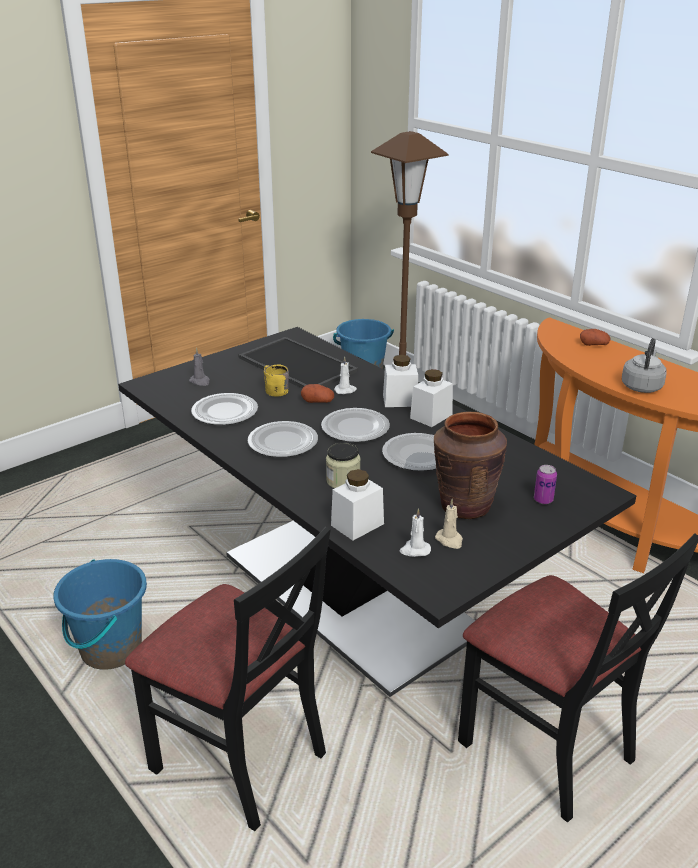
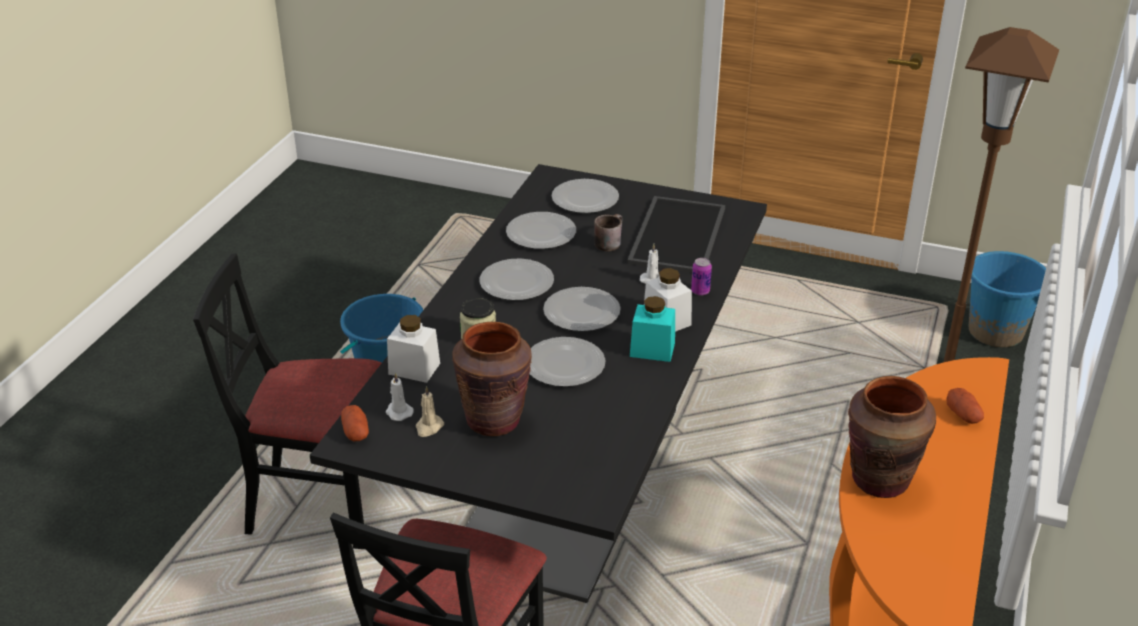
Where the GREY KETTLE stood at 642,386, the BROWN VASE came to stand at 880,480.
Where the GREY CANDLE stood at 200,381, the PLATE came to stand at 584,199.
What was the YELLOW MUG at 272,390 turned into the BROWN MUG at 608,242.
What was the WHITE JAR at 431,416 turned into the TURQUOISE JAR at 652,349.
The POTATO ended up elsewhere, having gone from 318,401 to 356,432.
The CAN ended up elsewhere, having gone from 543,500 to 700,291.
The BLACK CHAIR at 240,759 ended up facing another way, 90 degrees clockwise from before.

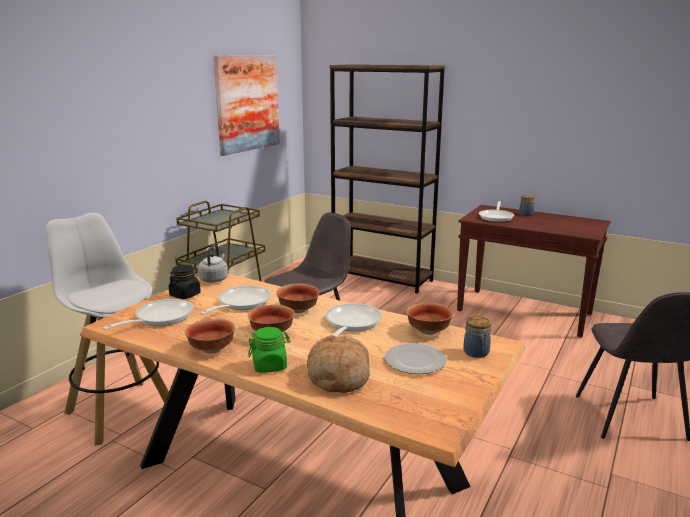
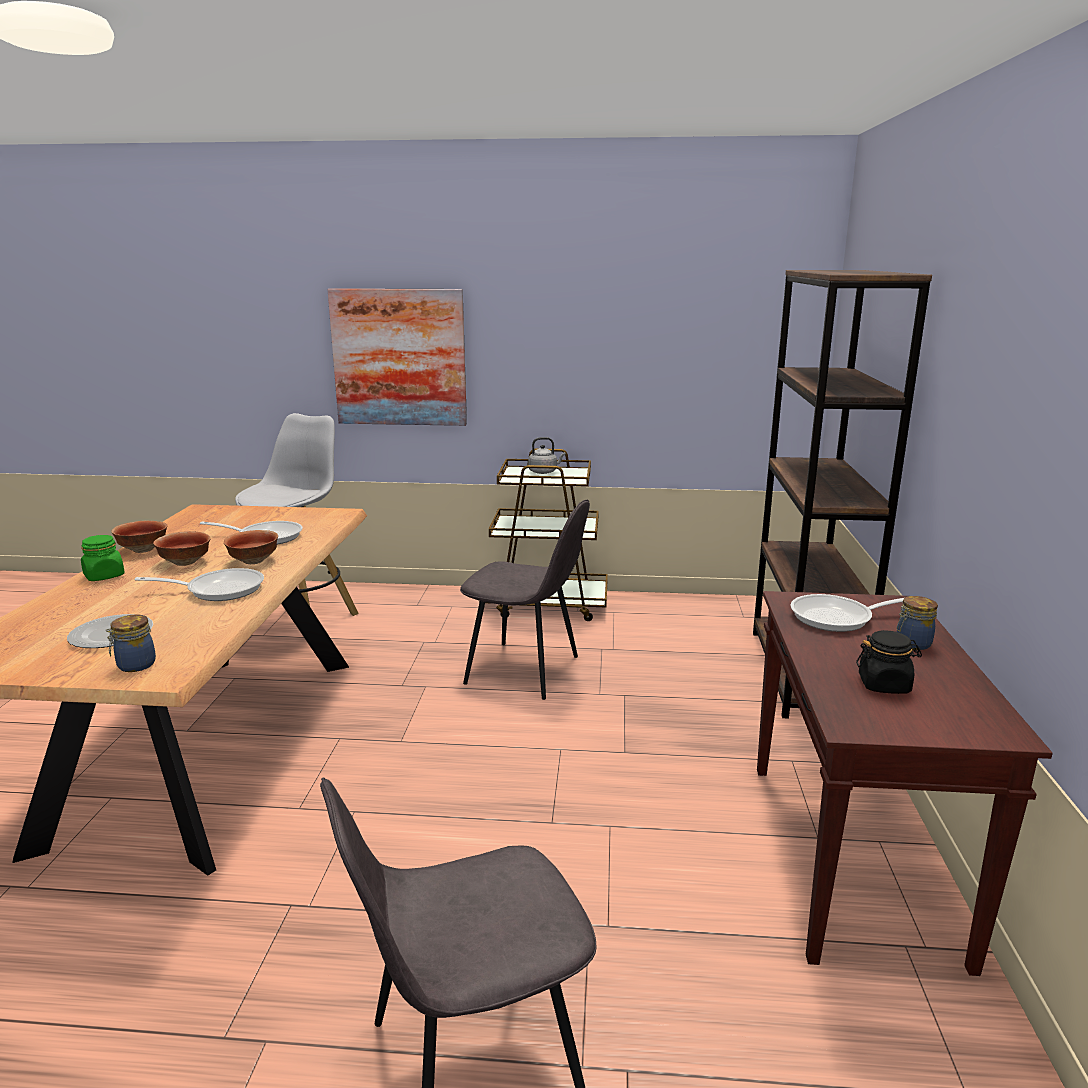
The PICTURE ended up elsewhere, having gone from 247,103 to 399,357.
The GREY KETTLE ended up elsewhere, having gone from 214,279 to 544,472.
The BLACK JAR ended up elsewhere, having gone from 185,295 to 884,685.
The second view lost the FRYING PAN at 159,318.
The second view lost the BOWL at 427,331.
The second view lost the BREAD at 337,376.

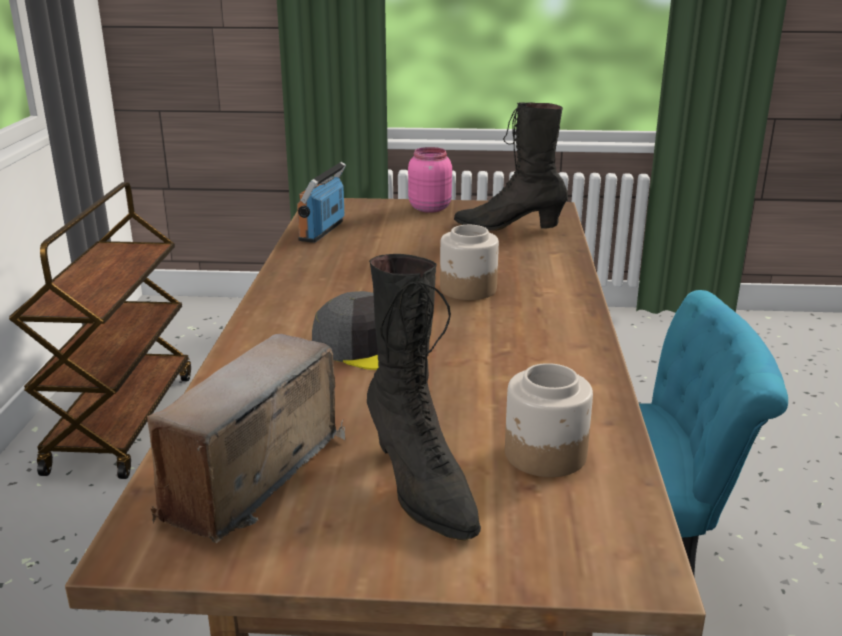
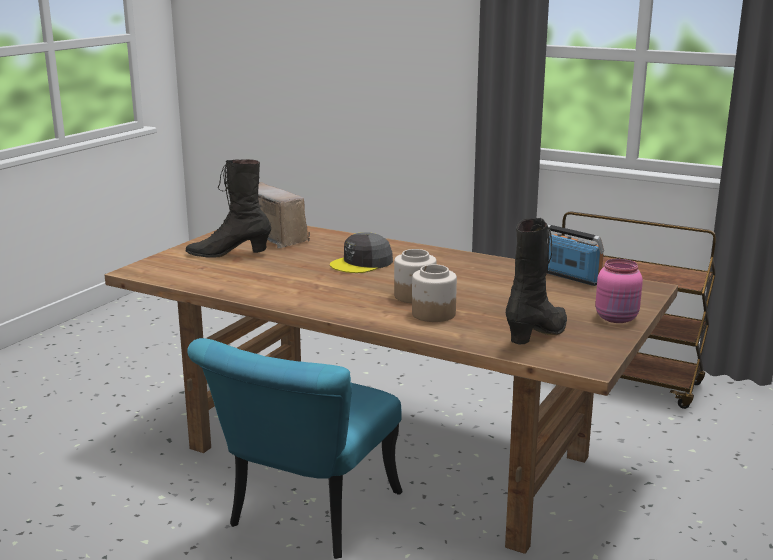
The JAR ended up elsewhere, having gone from 545,455 to 433,314.

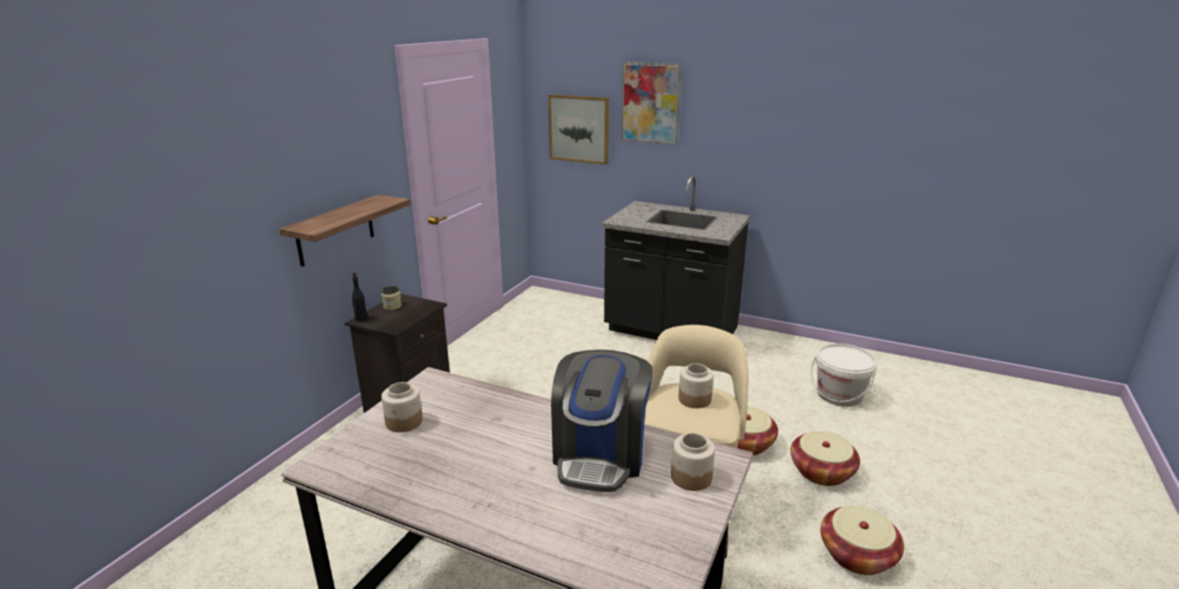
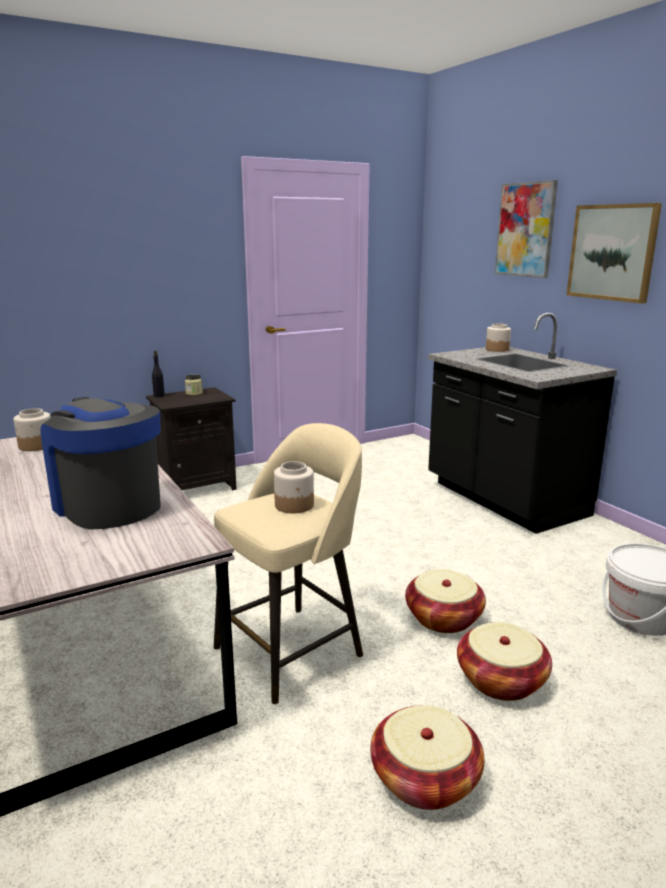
The PICTURE ended up elsewhere, having gone from 579,129 to 612,252.
The second view lost the SHELF at 335,230.
The COFFEE MACHINE at 600,455 ended up facing another way, 90 degrees clockwise from before.
The JAR ended up elsewhere, having gone from 691,477 to 497,349.

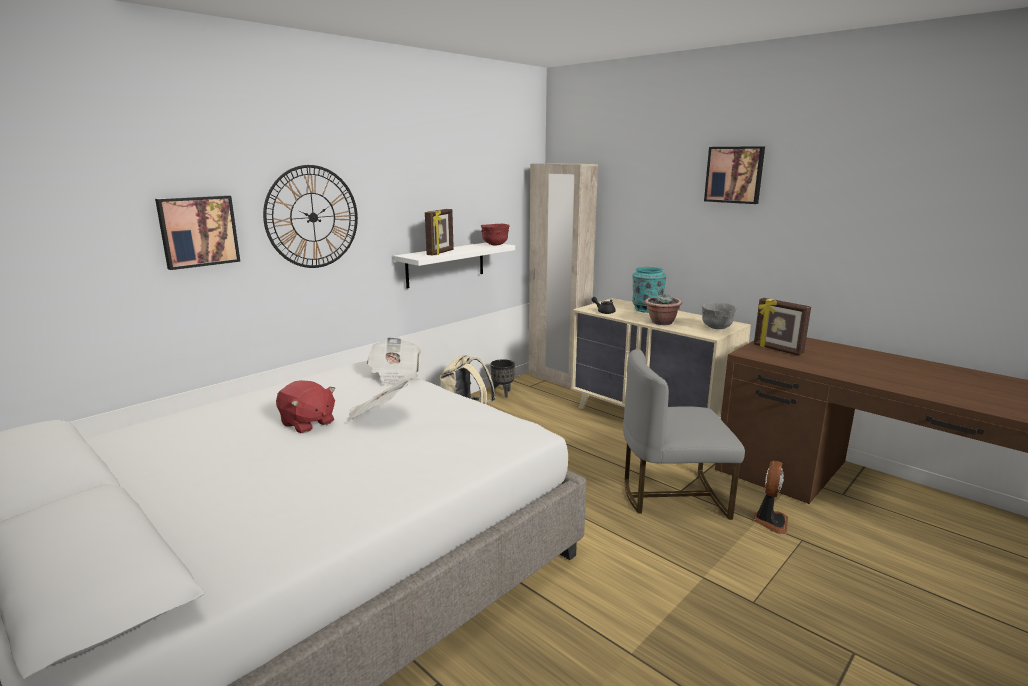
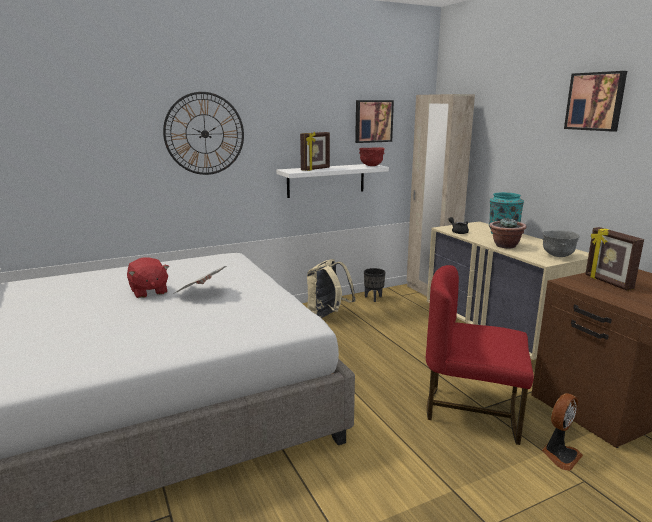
The PICTURE ended up elsewhere, having gone from 198,231 to 373,121.
The second view lost the NEWSPAPER at 395,375.
What was the GREY CHAIR at 672,495 turned into the RED CHAIR at 472,410.

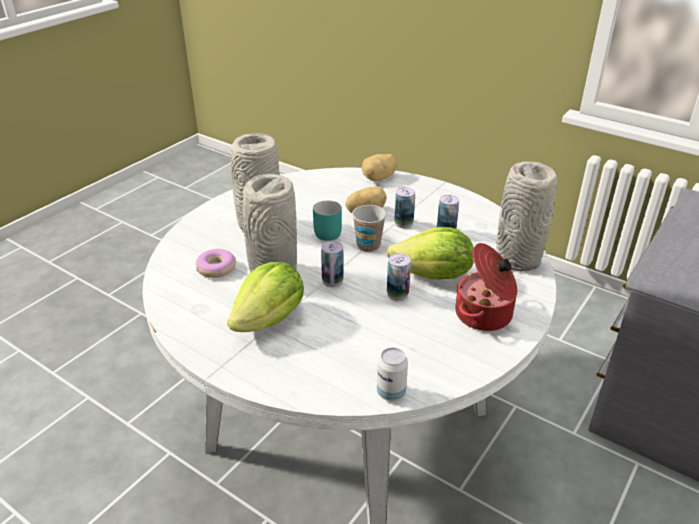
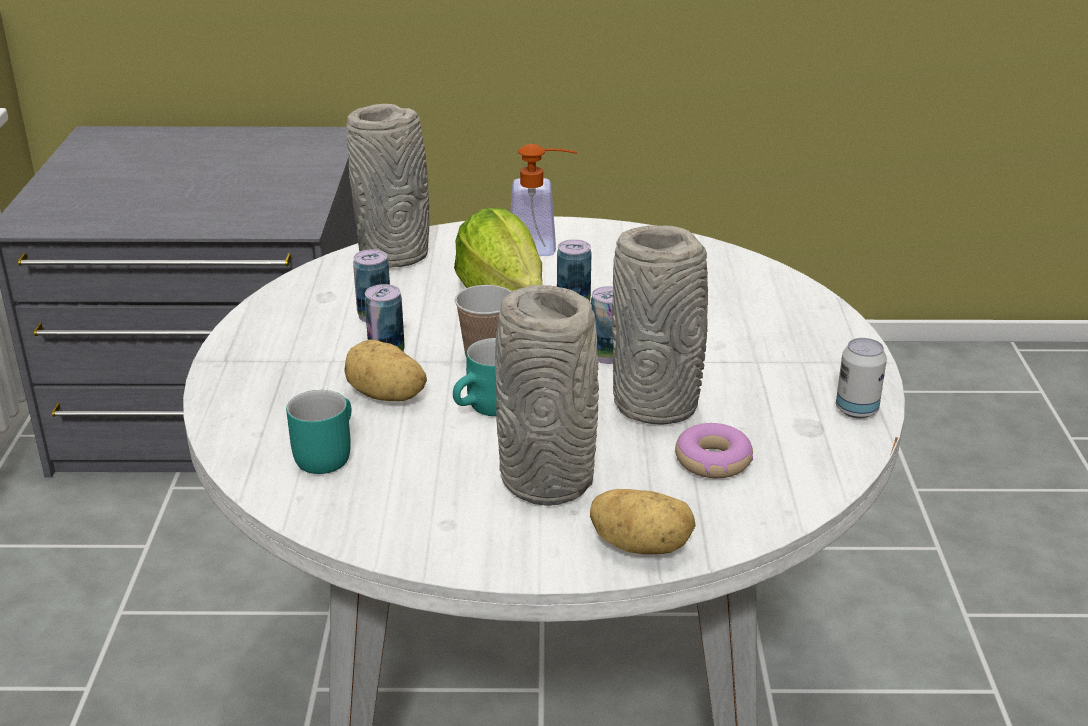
The POTATO ended up elsewhere, having gone from 379,178 to 642,545.
Where the COOKING POT stood at 485,315, the SOAP DISPENSER came to stand at 542,248.
The second view lost the LETTUCE at 270,319.
The CAN ended up elsewhere, having gone from 391,393 to 856,410.
The second view gained the TURQUOISE MUG at 324,454.

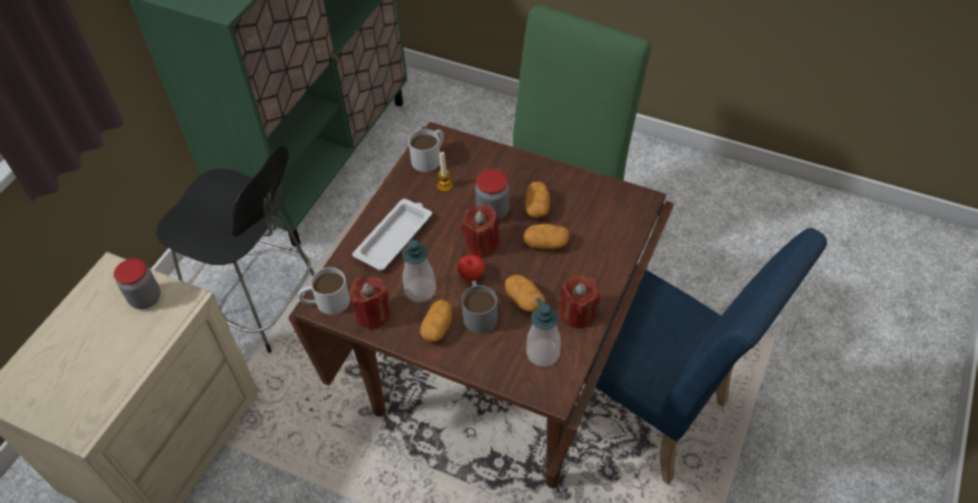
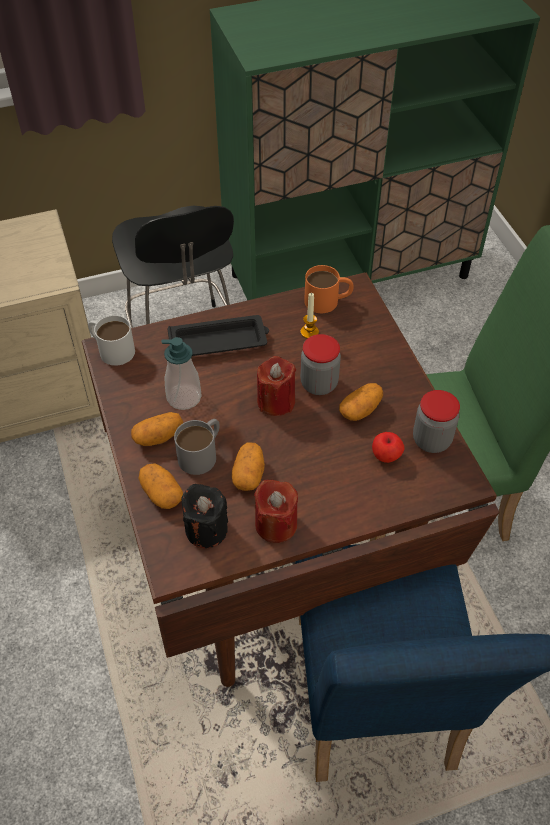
What was the WHITE MUG at 430,157 turned into the ORANGE MUG at 328,301.
What was the WHITE TRAY at 395,237 turned into the BLACK TRAY at 219,341.
The POTATO ended up elsewhere, having gone from 546,244 to 161,494.
The APPLE ended up elsewhere, having gone from 471,275 to 386,456.
The JAR ended up elsewhere, having gone from 146,298 to 431,440.
The second view lost the RED CANDLE at 372,314.
Where the SOAP DISPENSER stood at 543,353, the BLACK CANDLE came to stand at 206,529.

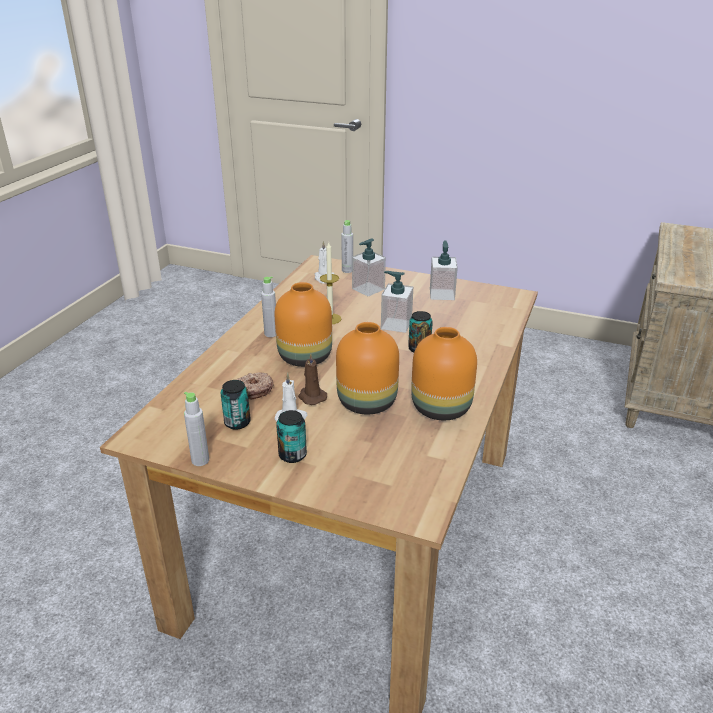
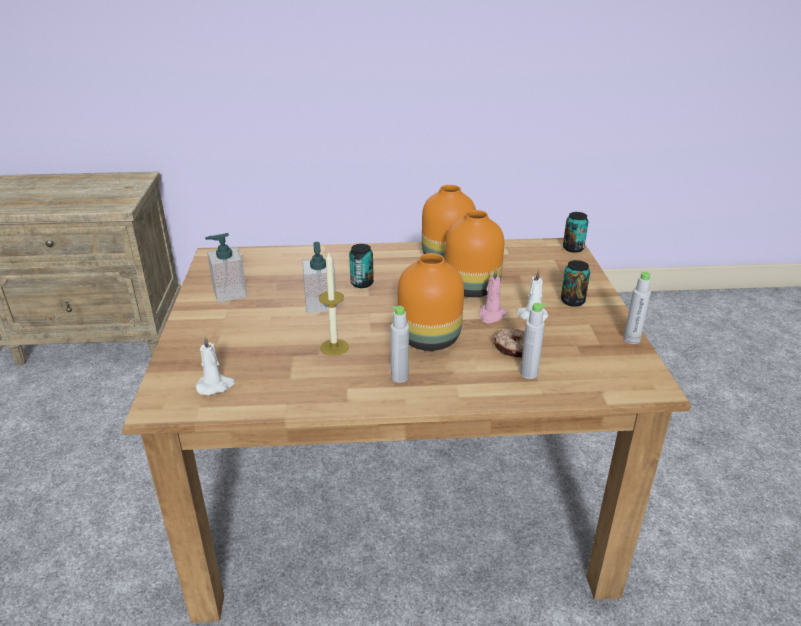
The GREY BOTTLE ended up elsewhere, having gone from 347,270 to 529,374.
The second view lost the SOAP DISPENSER at 368,289.
What was the BROWN CANDLE at 311,397 turned into the PINK CANDLE at 491,315.
The CAN ended up elsewhere, having gone from 237,422 to 573,248.

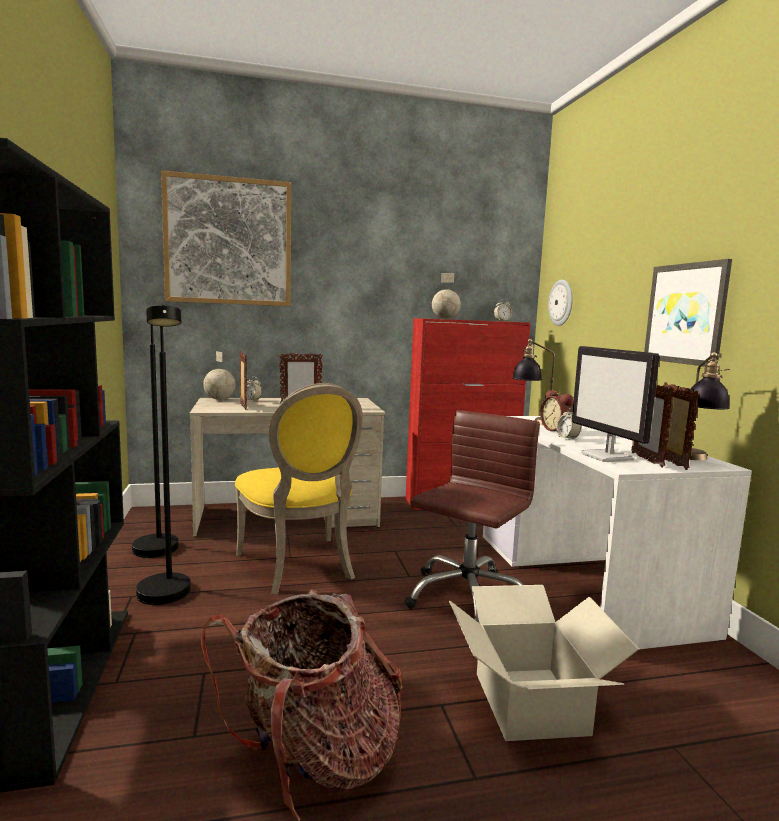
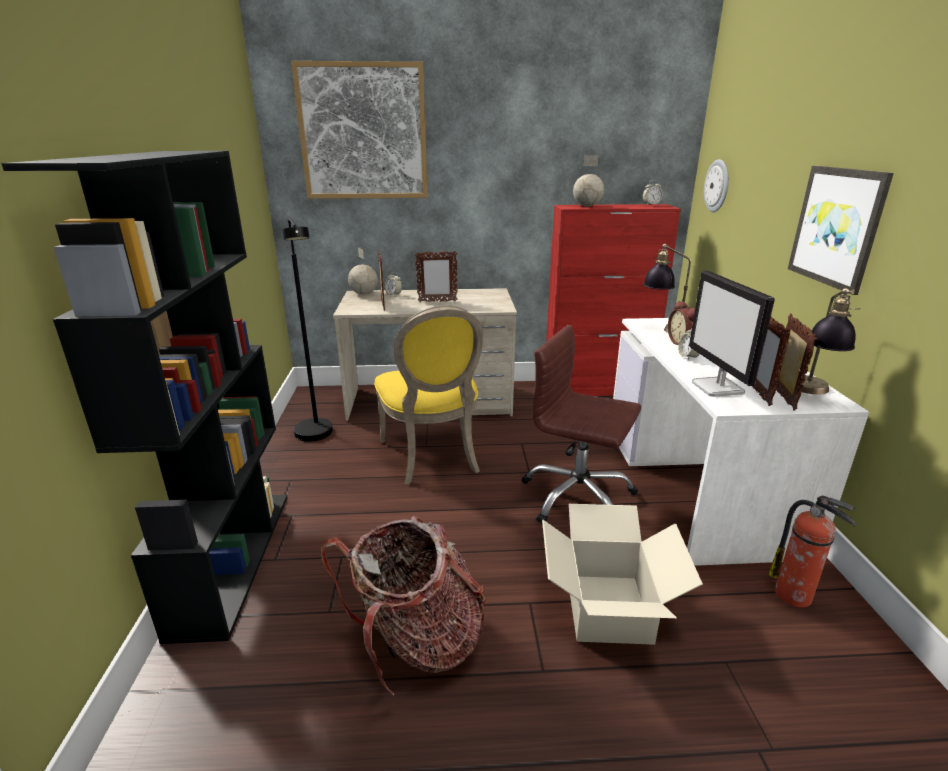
The second view lost the BLACK FLOOR LAMP at 166,598.
The BROWN OFFICE CHAIR at 466,597 ended up facing another way, 105 degrees counterclockwise from before.
The second view gained the FIRE EXTINGUISHER at 795,596.

